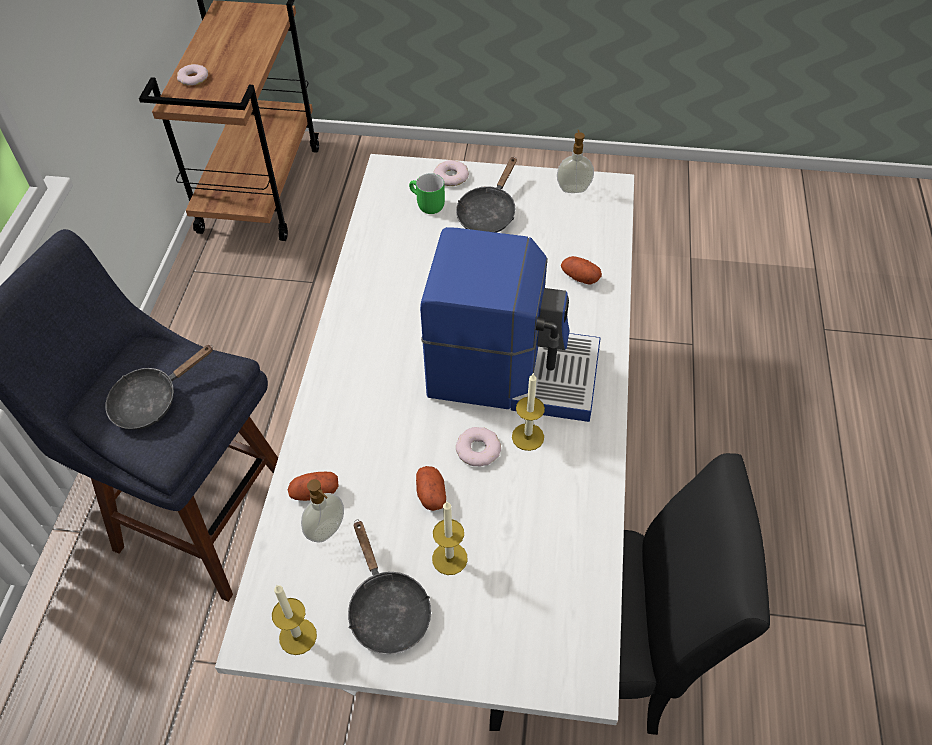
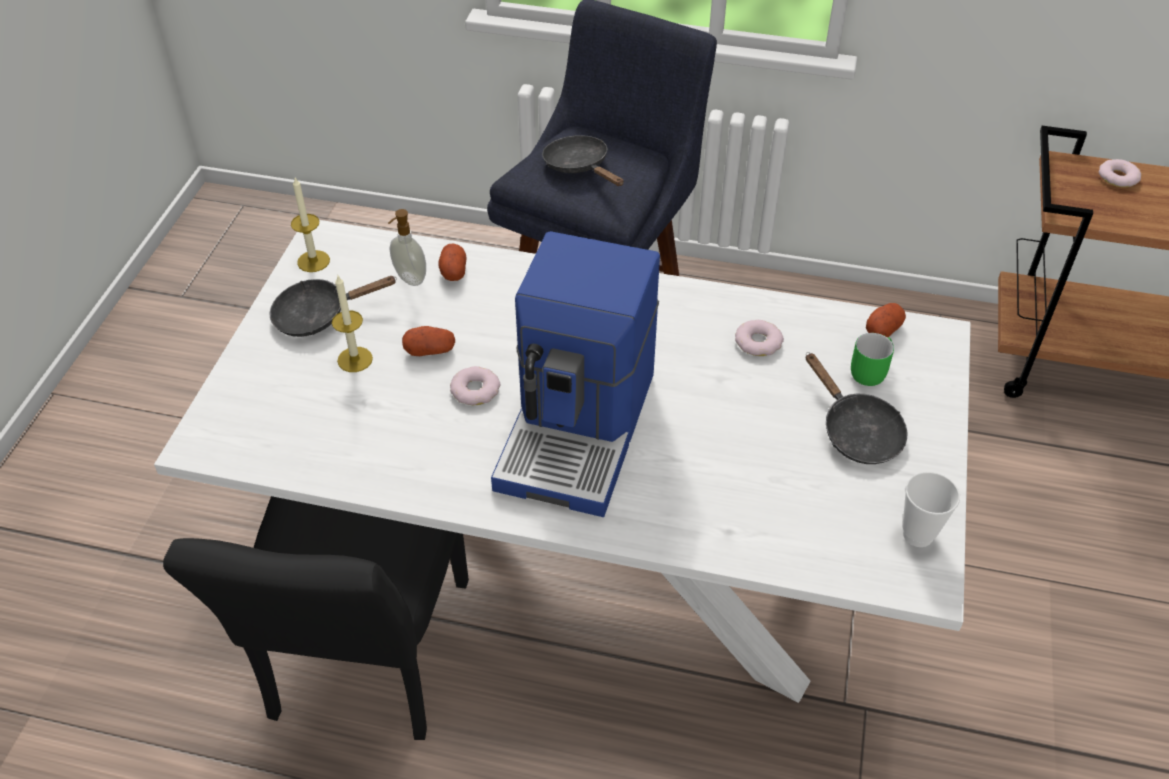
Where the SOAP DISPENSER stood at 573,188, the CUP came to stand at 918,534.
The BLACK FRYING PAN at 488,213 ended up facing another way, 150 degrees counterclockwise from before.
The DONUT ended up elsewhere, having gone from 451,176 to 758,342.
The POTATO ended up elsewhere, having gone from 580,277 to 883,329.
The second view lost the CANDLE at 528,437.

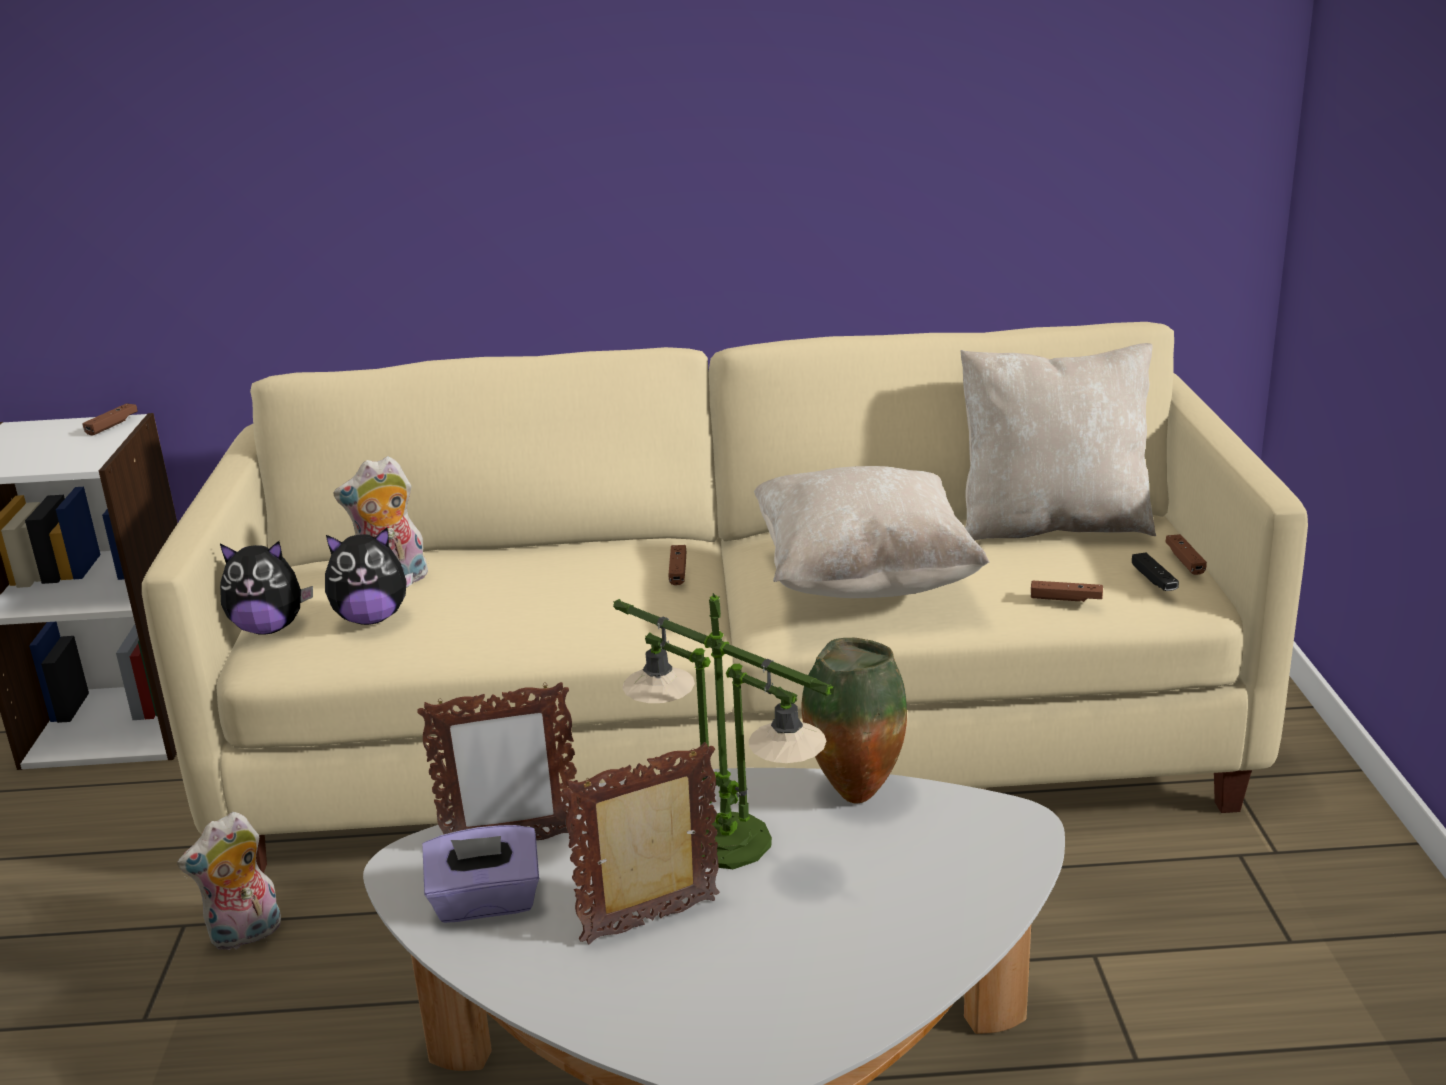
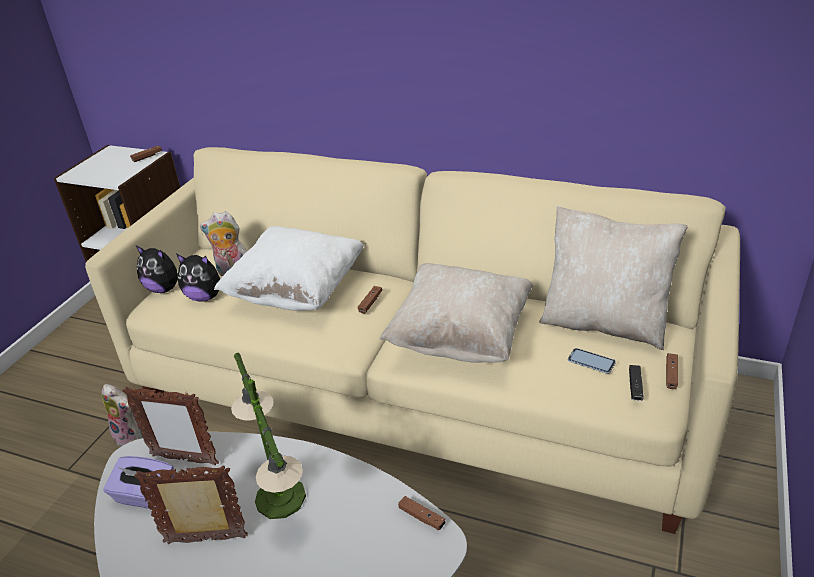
The BROWN GAME CONTROLLER ended up elsewhere, having gone from 1066,599 to 421,517.
The second view lost the VASE at 853,793.
The PLUSH TOY at 245,935 ended up facing another way, 135 degrees counterclockwise from before.
The second view gained the WHITE PILLOW at 297,292.
The second view gained the PHONE at 591,361.

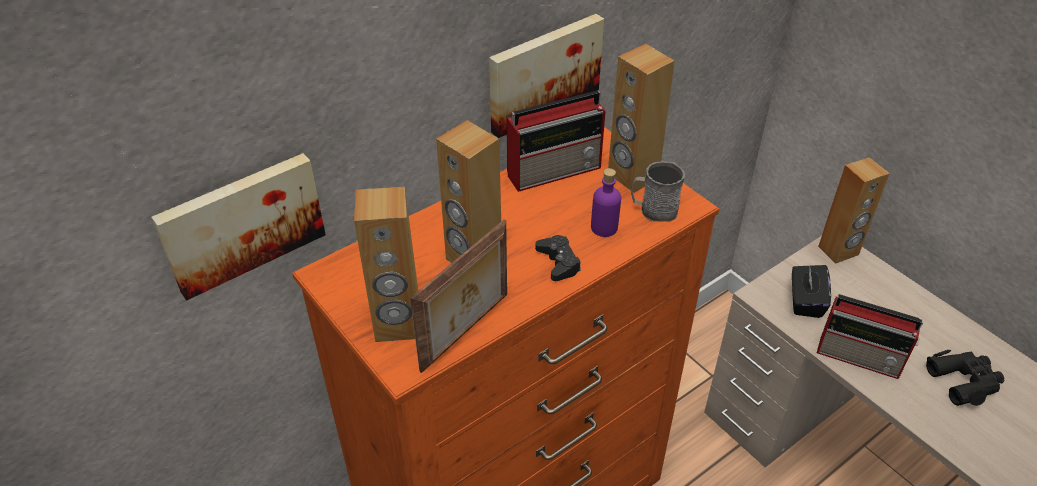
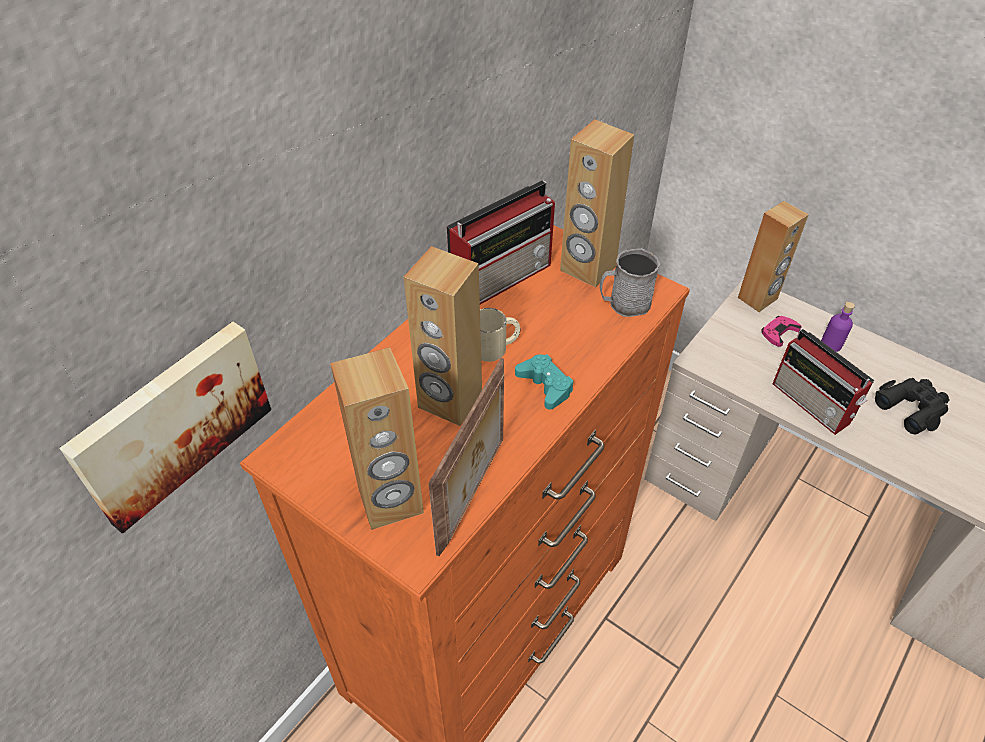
The second view lost the PICTURE at 543,72.
The PURPLE BOTTLE ended up elsewhere, having gone from 604,228 to 831,344.
What was the BLACK GAME CONTROLLER at 558,262 turned into the TURQUOISE GAME CONTROLLER at 545,385.
The second view lost the BLACK TISSUE BOX at 805,301.
The RADIO at 861,357 ended up facing another way, 45 degrees clockwise from before.
The second view gained the BEIGE MUG at 496,347.
The second view gained the PINK GAME CONTROLLER at 779,332.

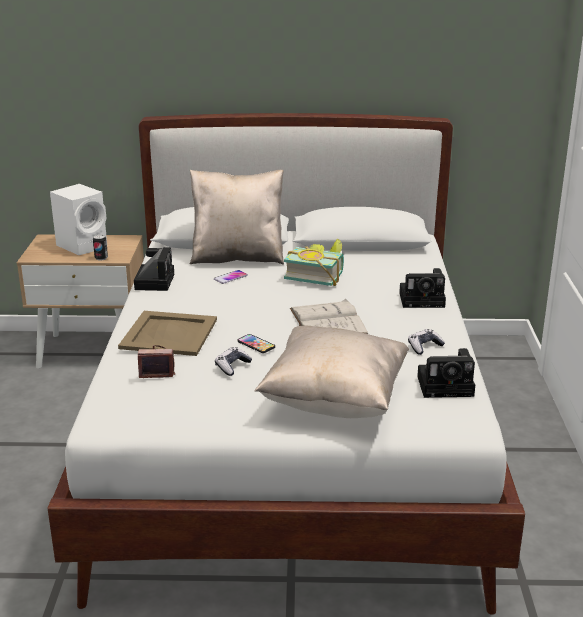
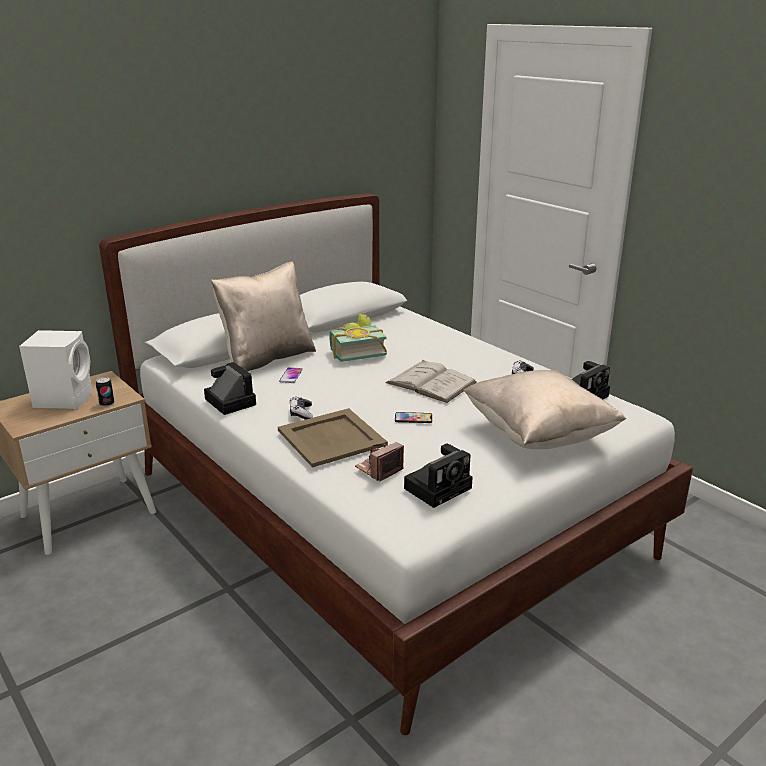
The PHOTO CAMERA ended up elsewhere, having gone from 424,300 to 439,487.
The GAME CONTROLLER ended up elsewhere, having gone from 232,366 to 301,413.

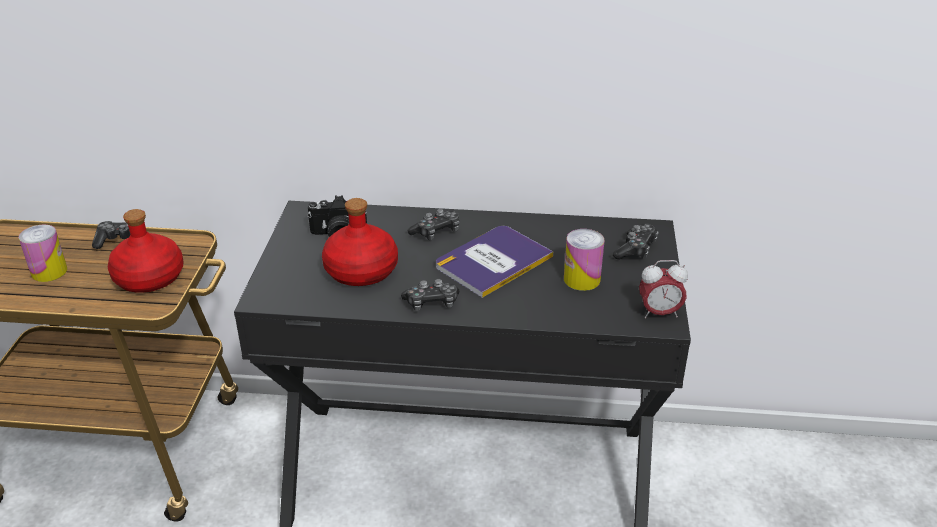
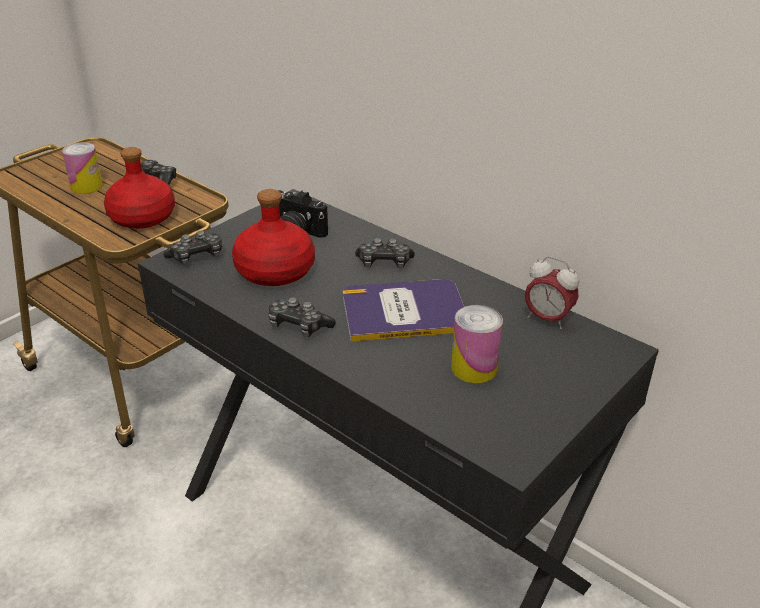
The GAME CONTROLLER ended up elsewhere, having gone from 635,249 to 197,257.
The ALARM CLOCK ended up elsewhere, having gone from 659,313 to 547,319.

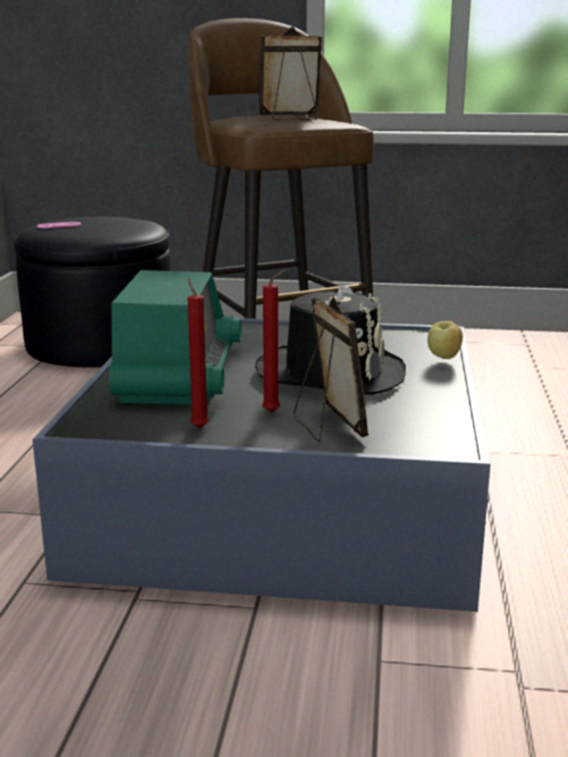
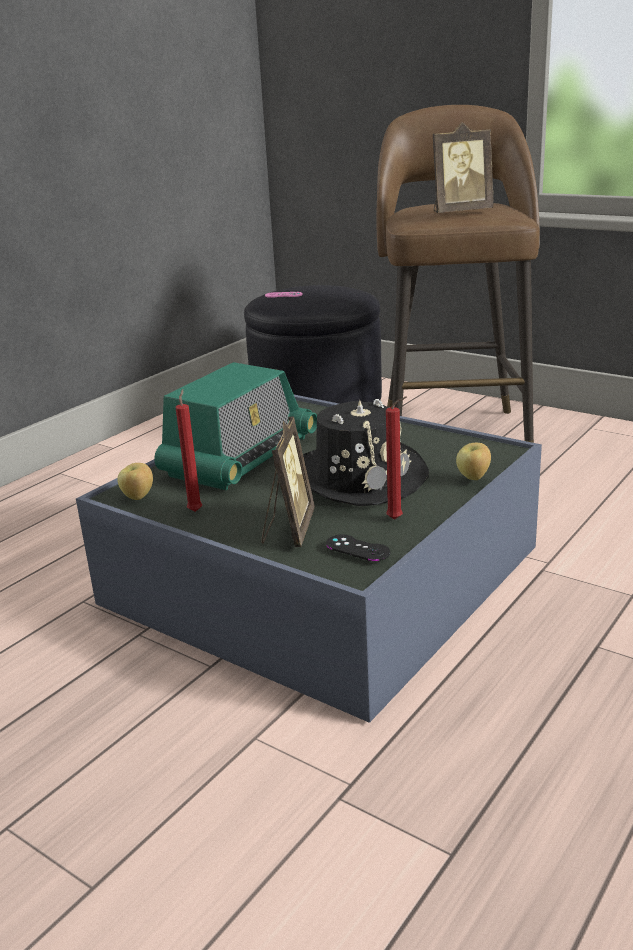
The PICTURE FRAME at 291,119 ended up facing another way, 150 degrees clockwise from before.
The RED CANDLE ended up elsewhere, having gone from 274,412 to 397,519.
The second view gained the APPLE at 138,497.
The second view gained the BLACK GAME CONTROLLER at 357,548.

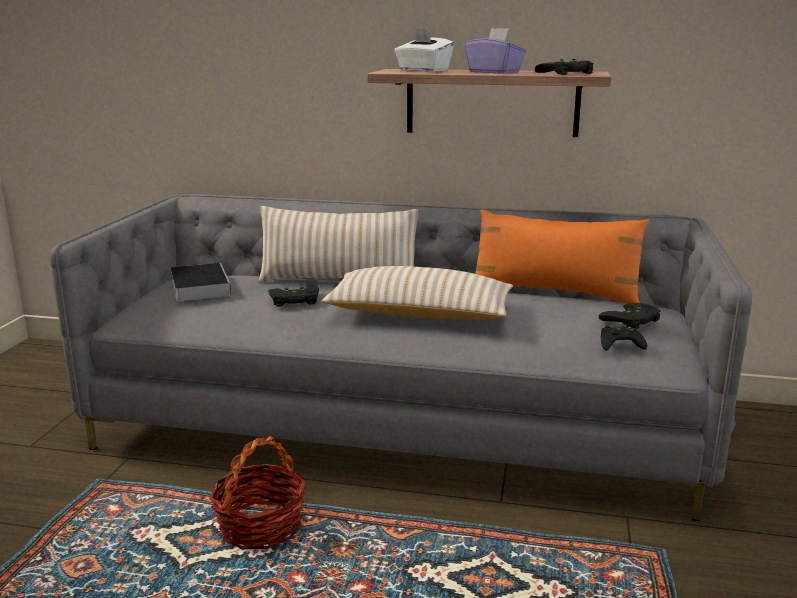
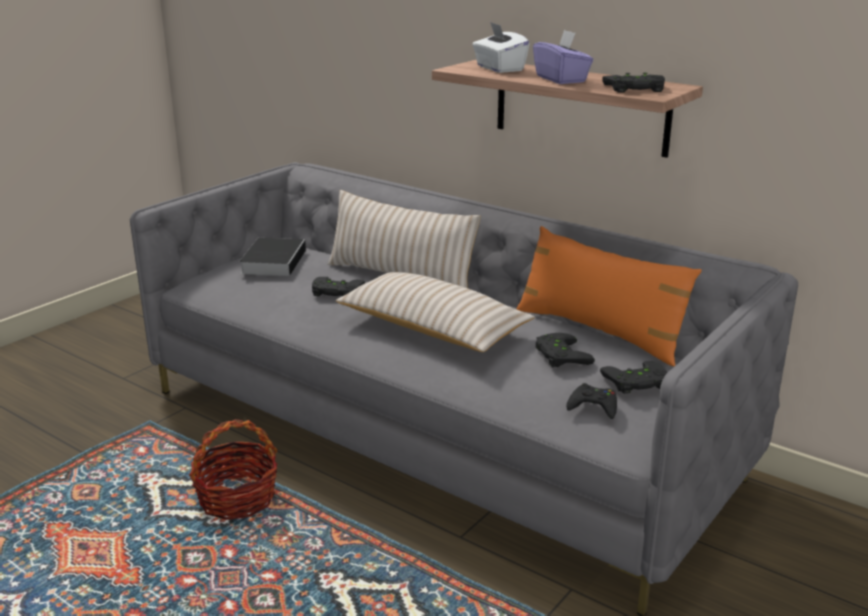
The second view gained the BLACK GAME CONTROLLER at 558,355.

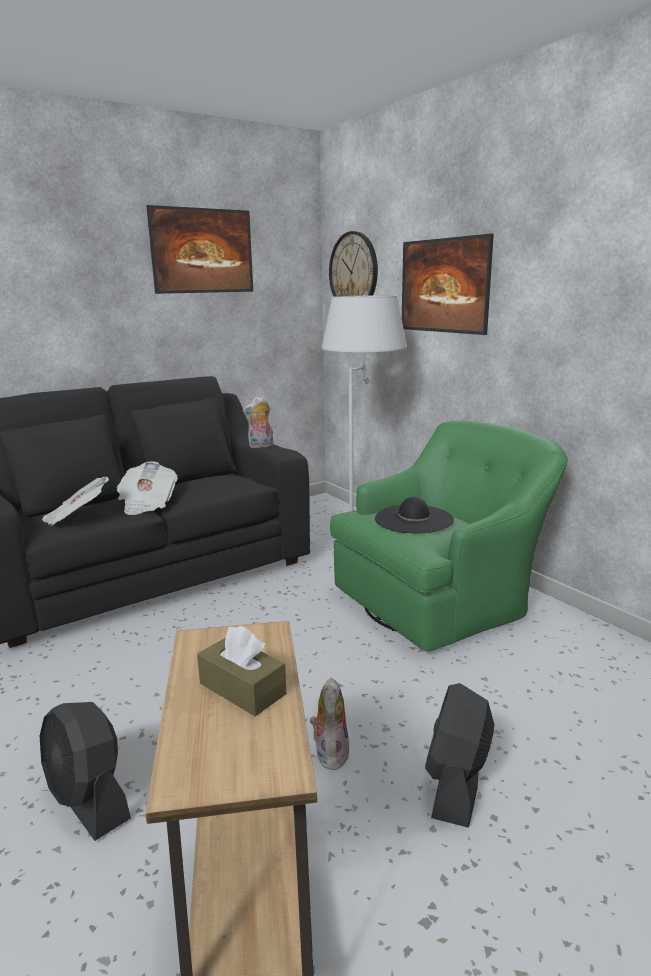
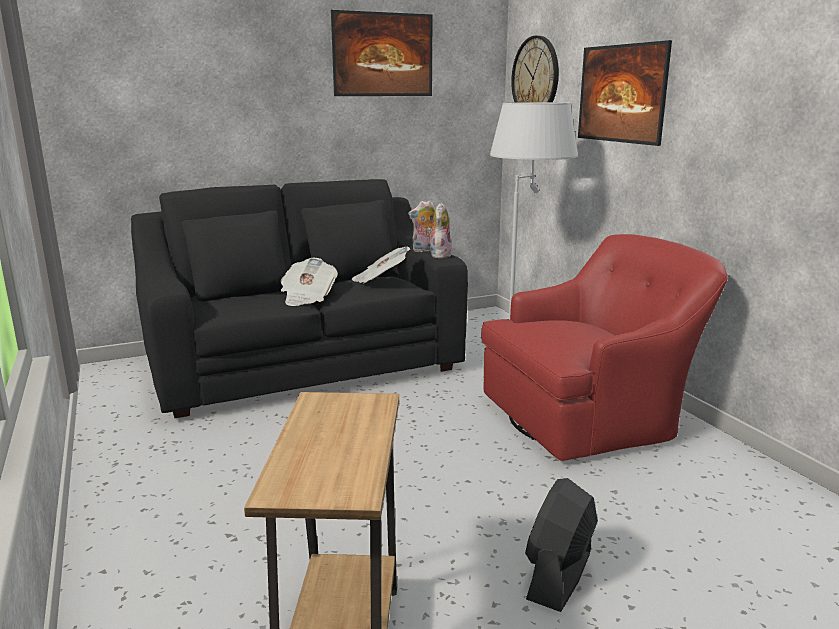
What was the GREEN ARMCHAIR at 441,598 turned into the RED ARMCHAIR at 590,415.
The NEWSPAPER ended up elsewhere, having gone from 77,518 to 380,280.
The second view lost the BLACK HAT at 414,519.
The second view lost the BROWN TISSUE BOX at 242,689.
The PLUSH TOY ended up elsewhere, having gone from 330,753 to 439,255.
The second view lost the BLACK FAN at 89,799.

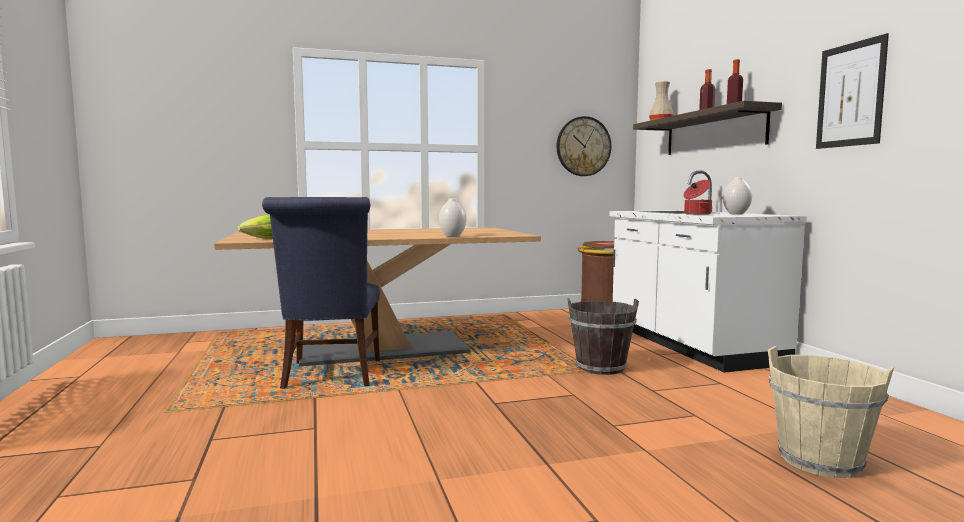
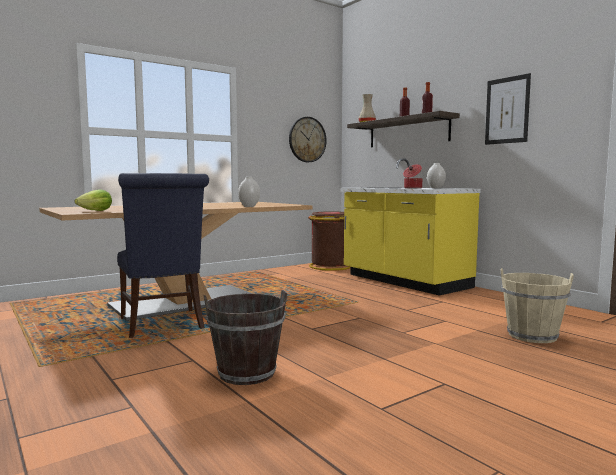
What was the WHITE COUNTER at 690,345 turned into the YELLOW COUNTER at 404,281.
The BROWN BUCKET ended up elsewhere, having gone from 601,367 to 247,373.

